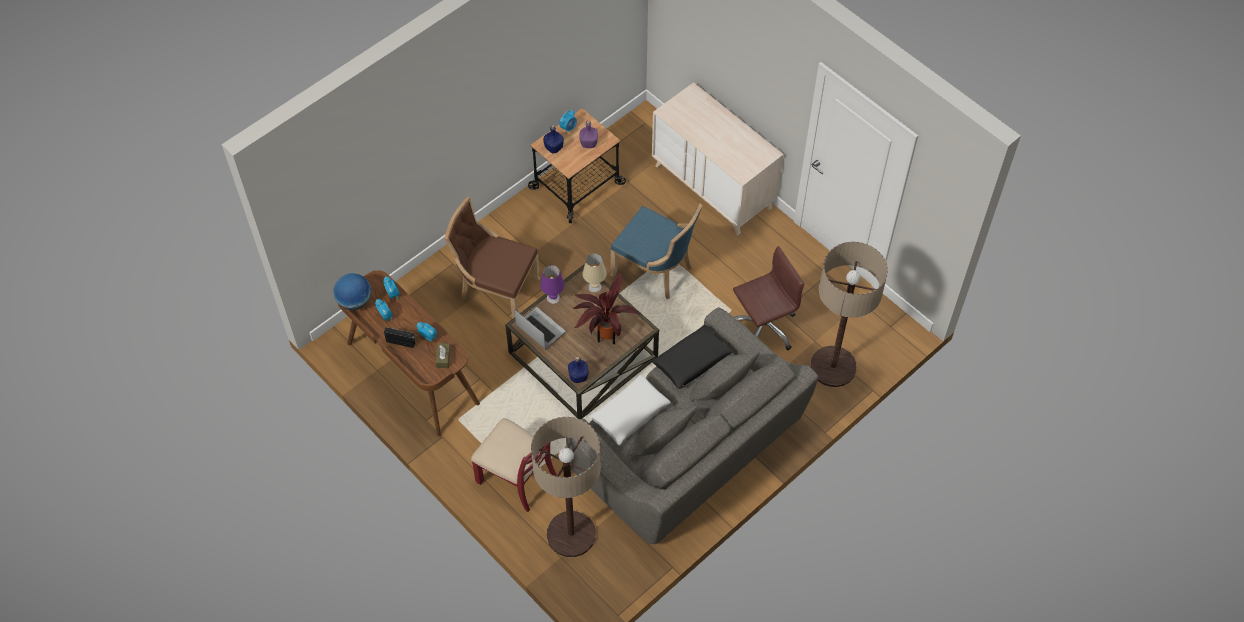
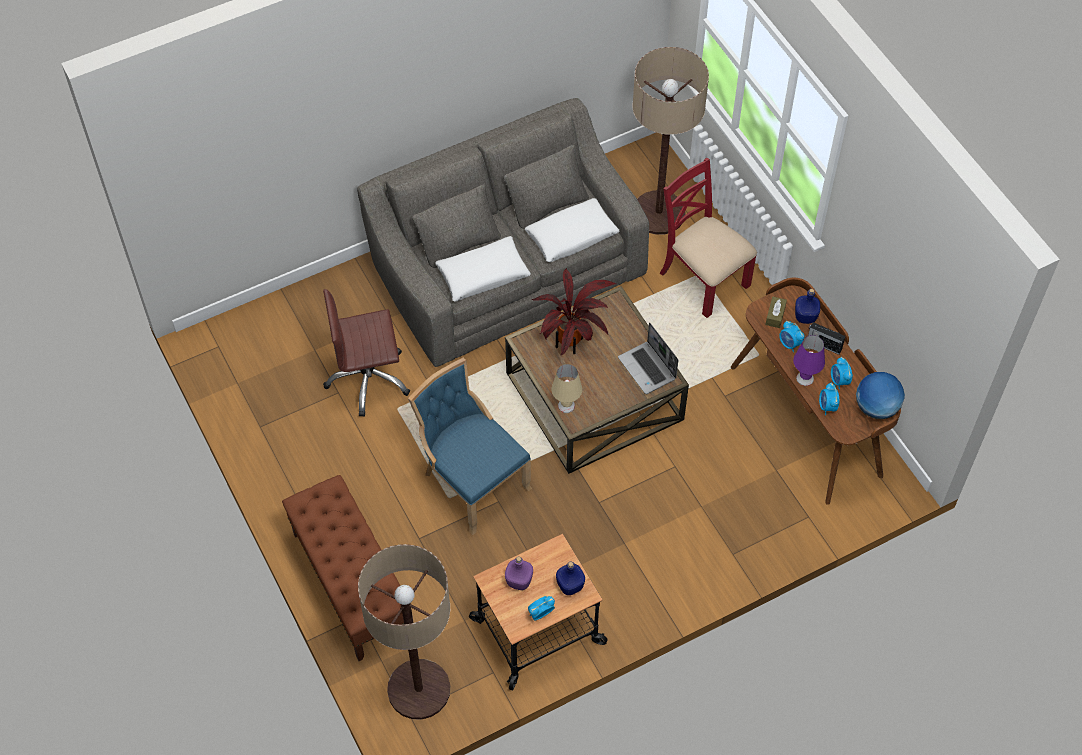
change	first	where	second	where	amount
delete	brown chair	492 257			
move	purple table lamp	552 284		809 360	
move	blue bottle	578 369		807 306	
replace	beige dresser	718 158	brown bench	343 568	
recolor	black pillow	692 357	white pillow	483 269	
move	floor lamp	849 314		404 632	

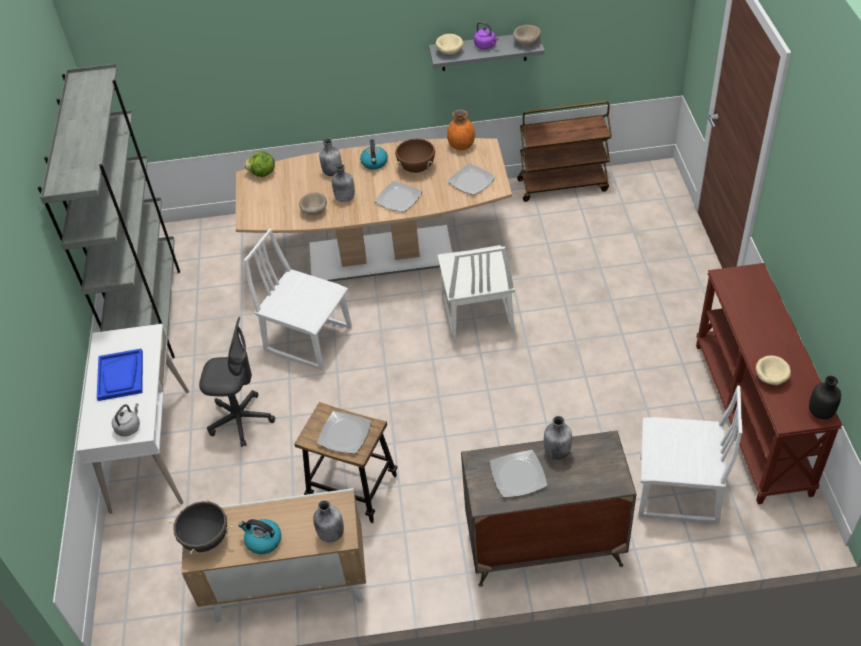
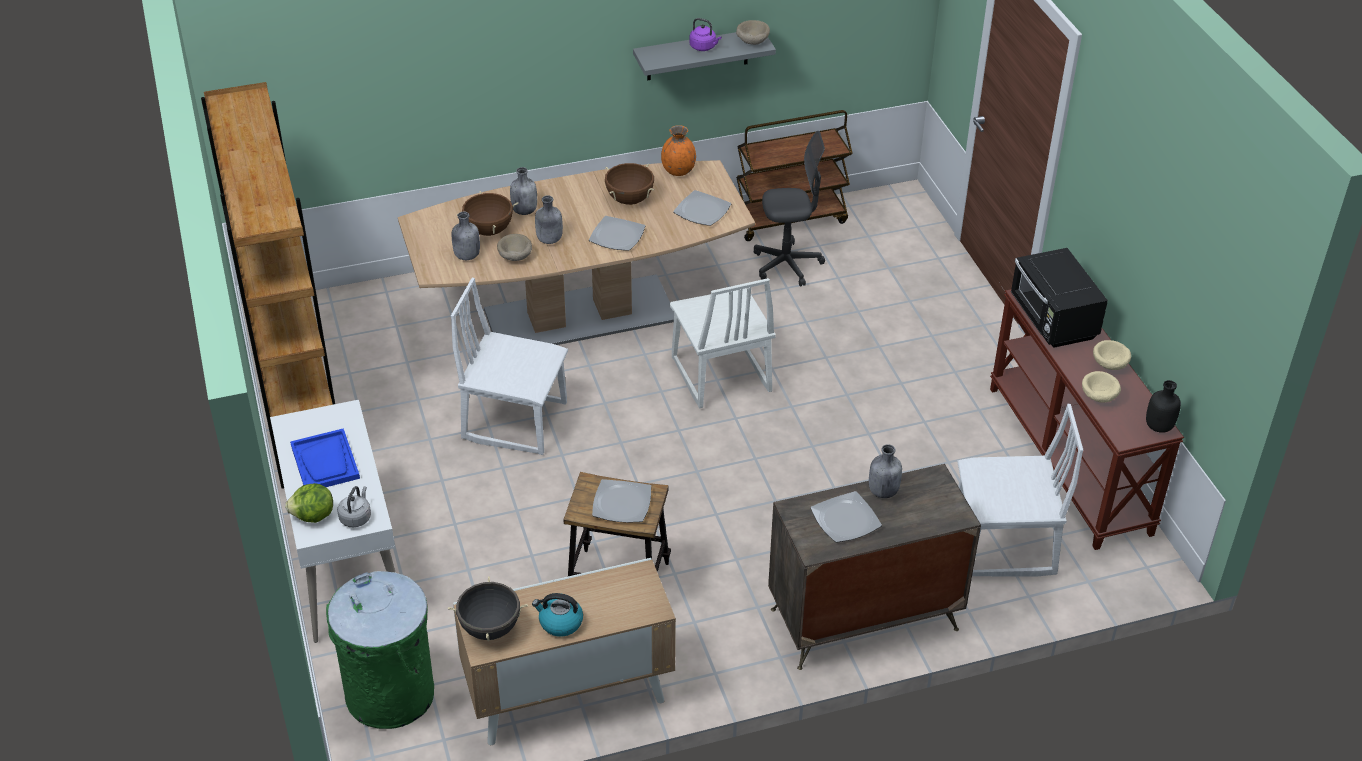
change	first	where	second	where	amount
recolor	grey bookcase	109 210	brown bookcase	268 285	
move	grey office chair	237 382		789 209	
move	lettuce	259 164		309 503	
move	grey bottle	328 521		466 236	
delete	kettle	374 154			
move	beige bowl	449 44		1112 355	
insert			green trash can	380 650	
insert			brown cooking pot	487 213	
insert			black microwave	1059 298	

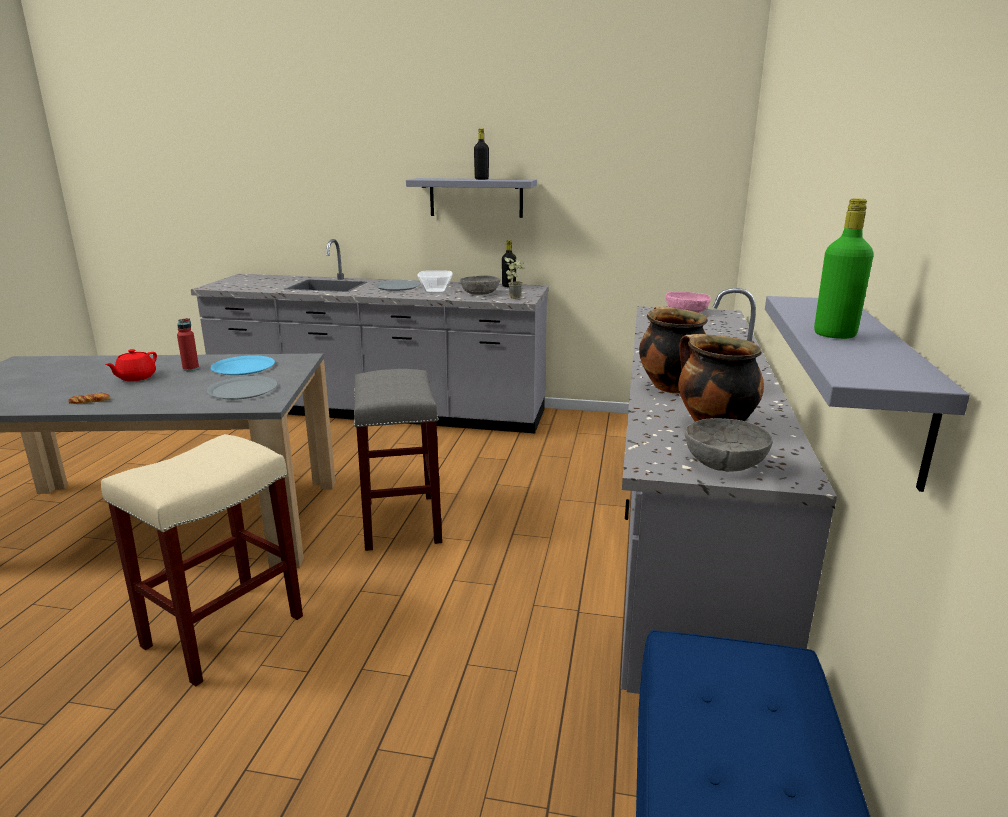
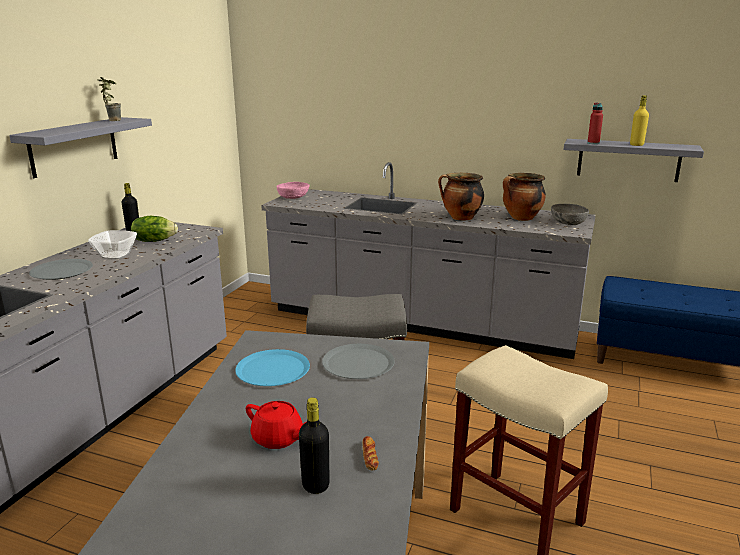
change	first	where	second	where	amount
move	red bottle	188 344		595 123	
replace	grey bowl	480 285	lettuce	154 229	
move	black bottle	481 154		314 445	
move	potted plant	514 278		109 99	
recolor	green bottle	844 268	yellow bottle	639 120	

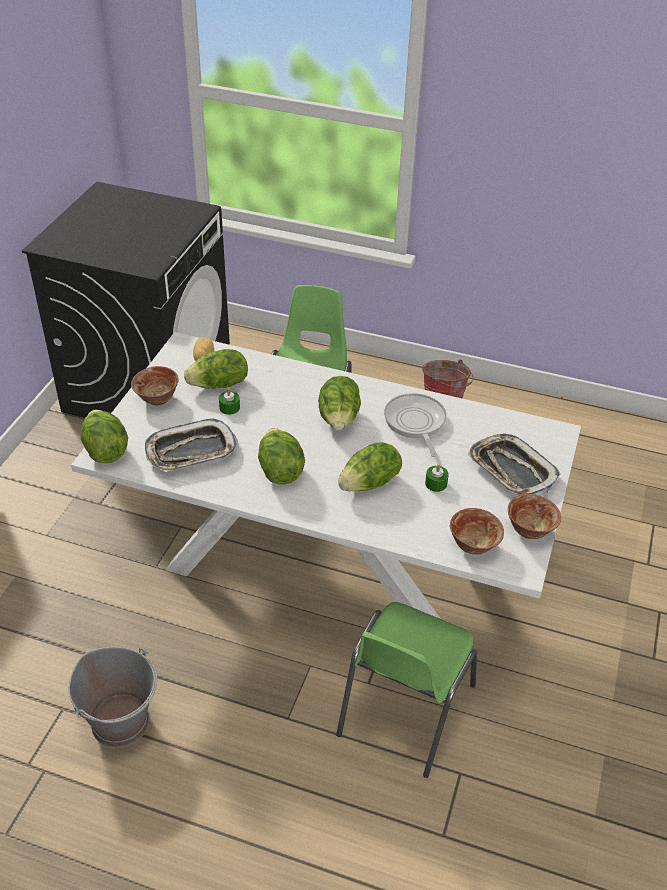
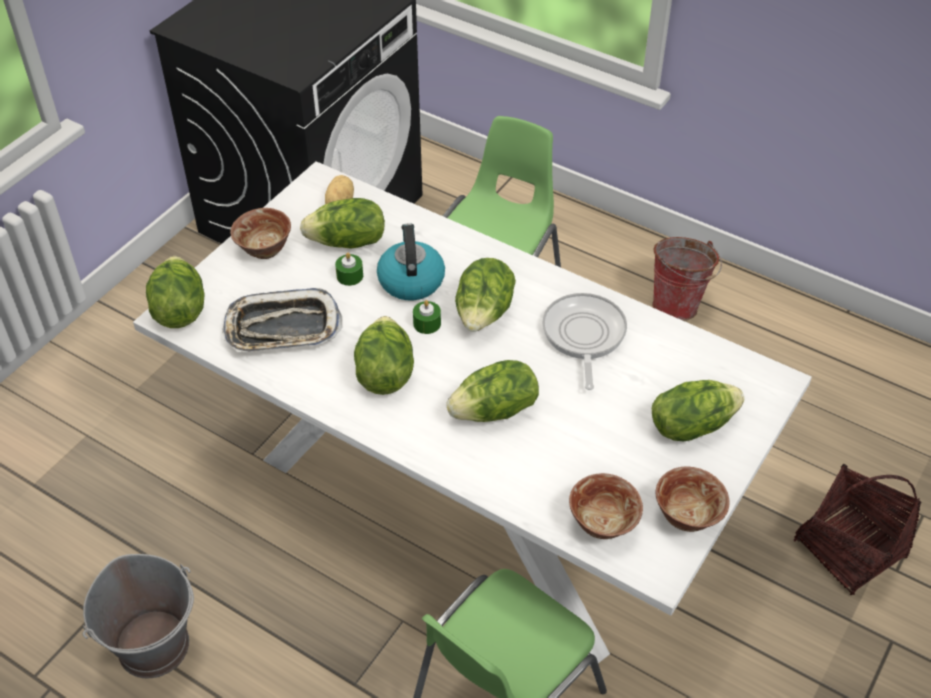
change	first	where	second	where	amount
move	green candle	437 478		427 317	
replace	tray	514 465	lettuce	698 410	
insert			kettle	411 261	
insert			basket	858 529	

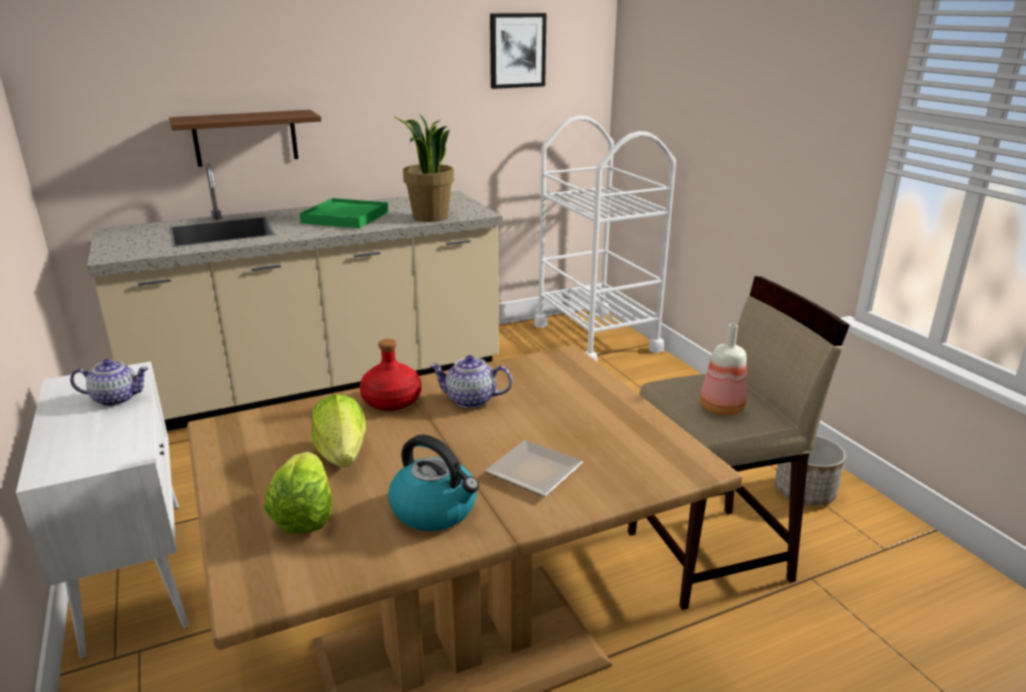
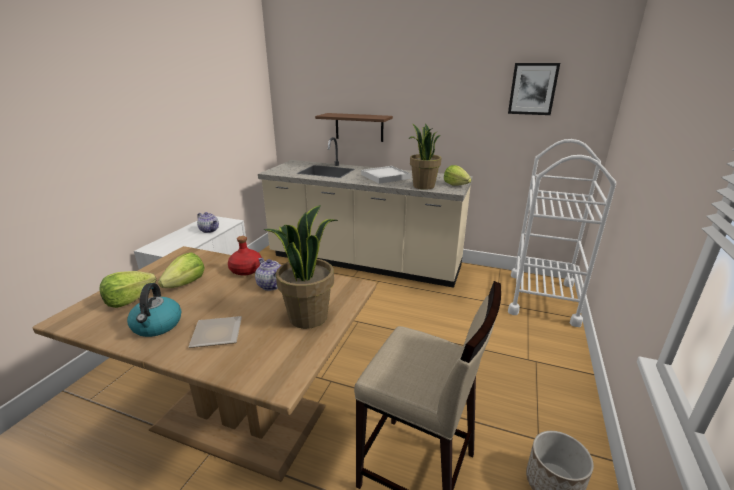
change	first	where	second	where	amount
recolor	green tray	344 213	white tray	386 175	
delete	bottle	723 370			
insert			potted plant	300 267	
insert			lettuce	457 175	

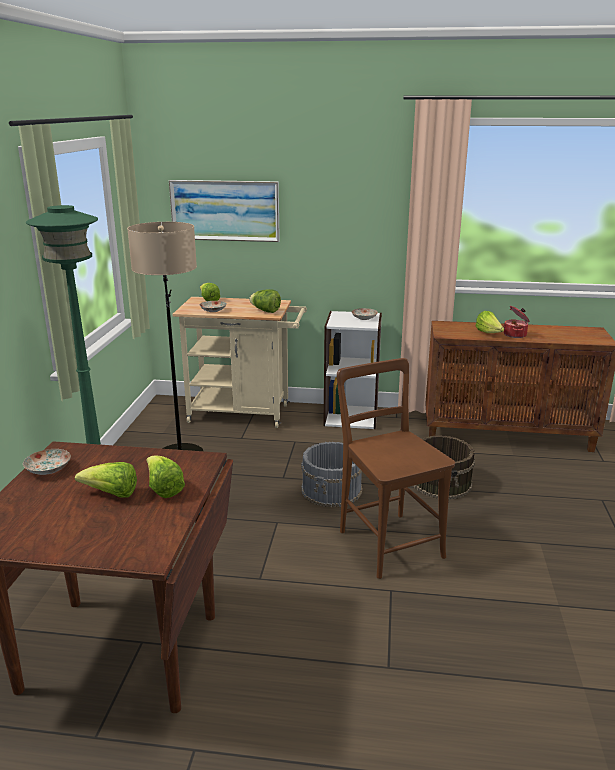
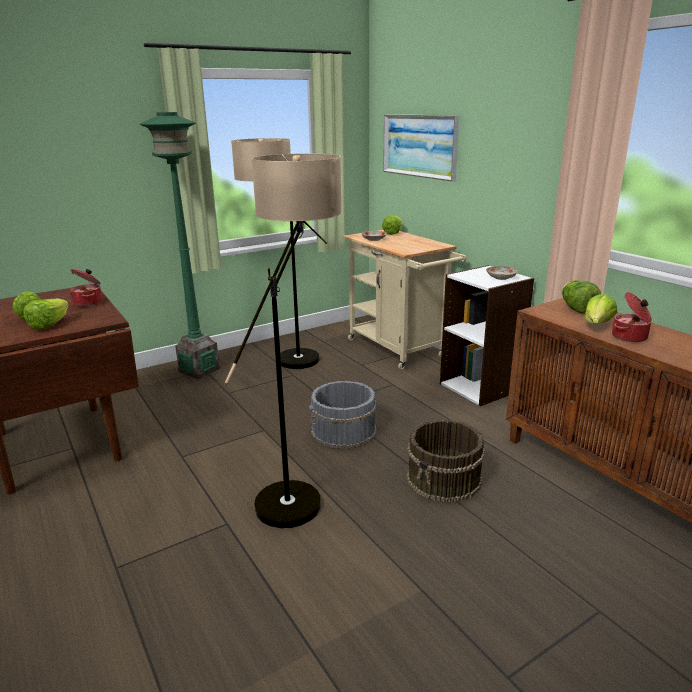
change	first	where	second	where	amount
delete	plate	47 462			
move	lettuce	265 301		581 297	
replace	brown chair	396 468	floor lamp	283 340	
insert			cooking pot	85 288	

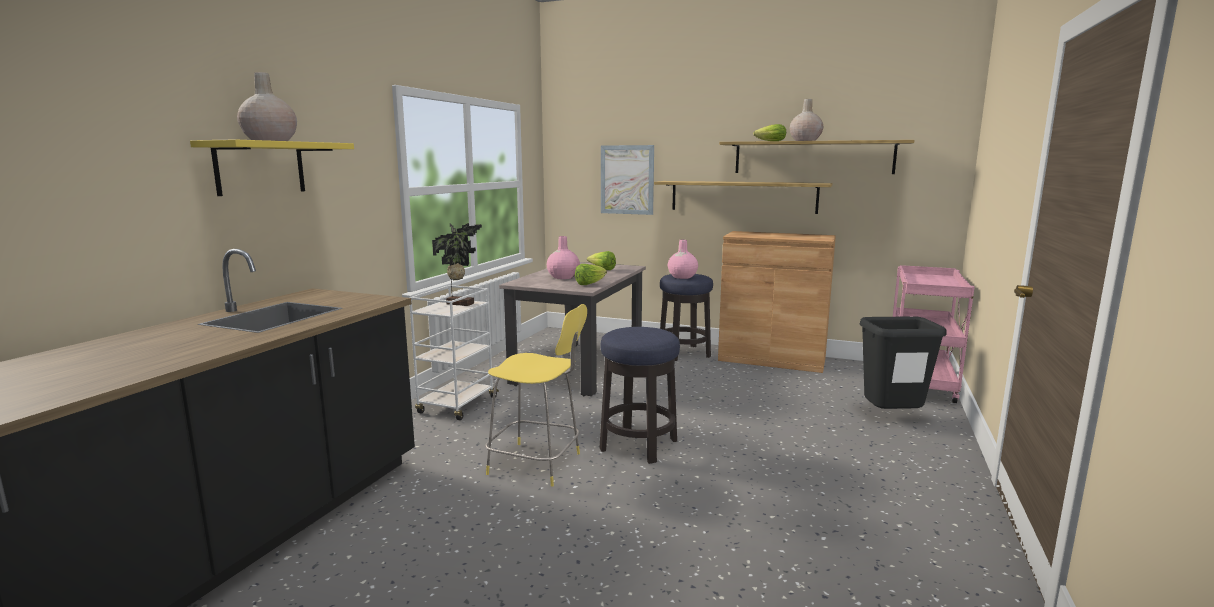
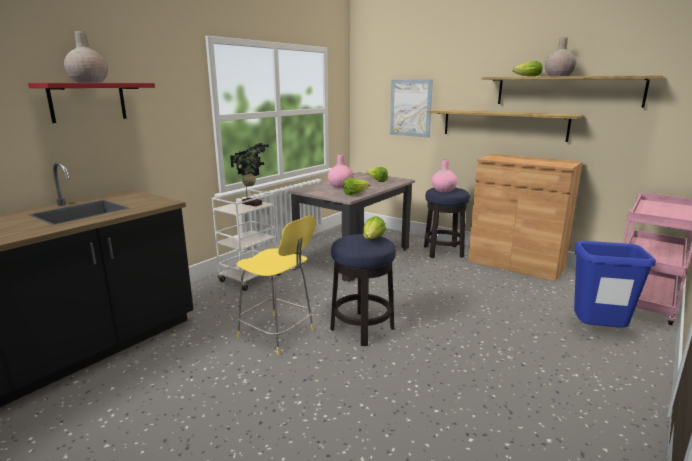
change	first	where	second	where	amount
recolor	yellow shelf	272 168	red shelf	91 103	
recolor	black trash can	903 362	blue trash can	615 284	
insert			lettuce	374 227	

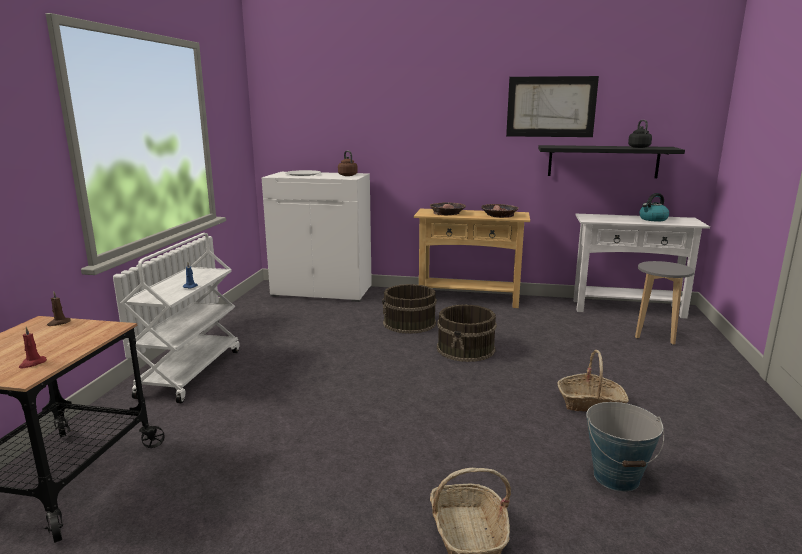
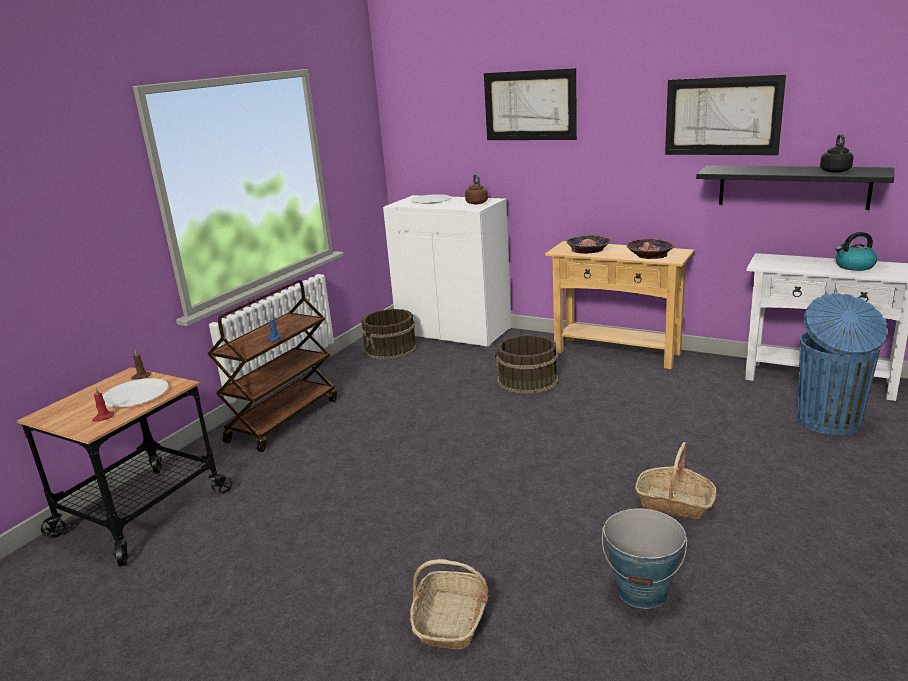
change	first	where	second	where	amount
recolor	white cart	180 318	brown cart	272 366	
move	brown bucket	467 333		389 334	
replace	grey stool	664 303	blue trash can	843 364	
insert			white plate	136 392	
insert			picture	530 104	

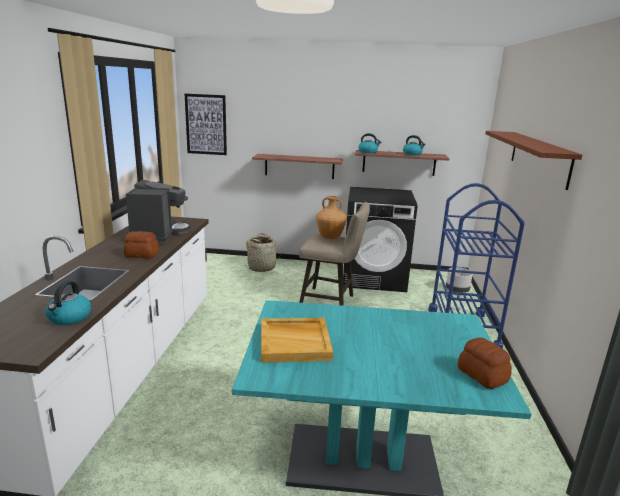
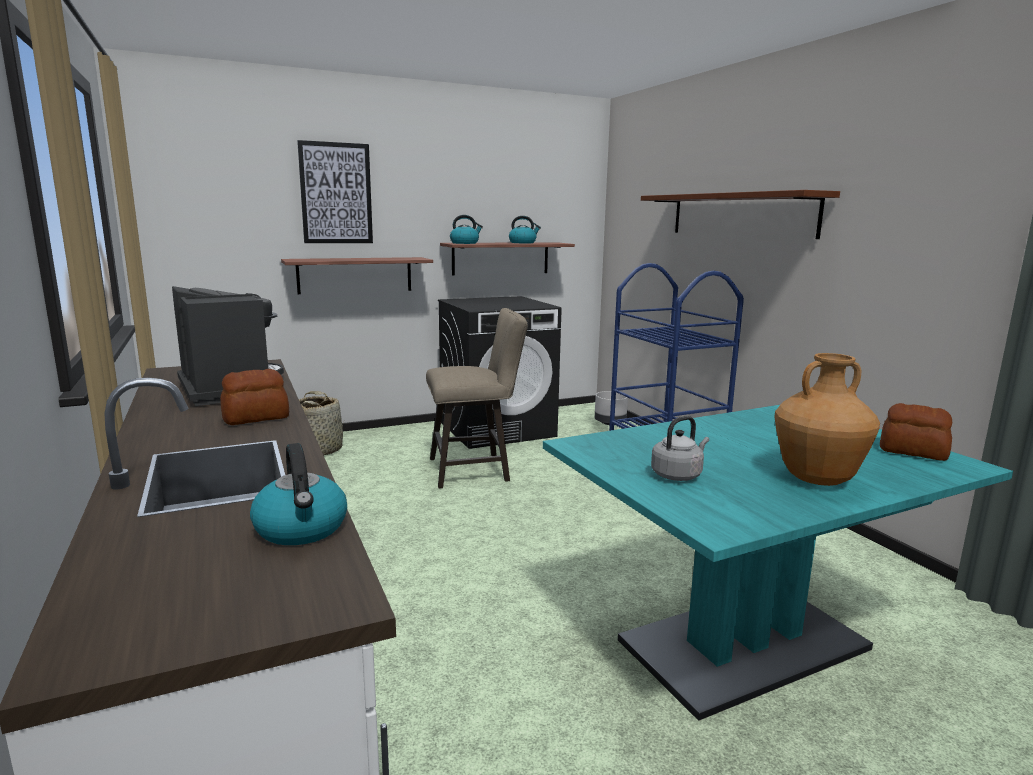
change	first	where	second	where	amount
move	picture	206 124		335 191	
replace	beige tray	297 340	grey kettle	680 448	
move	brown vase	331 217		827 419	

